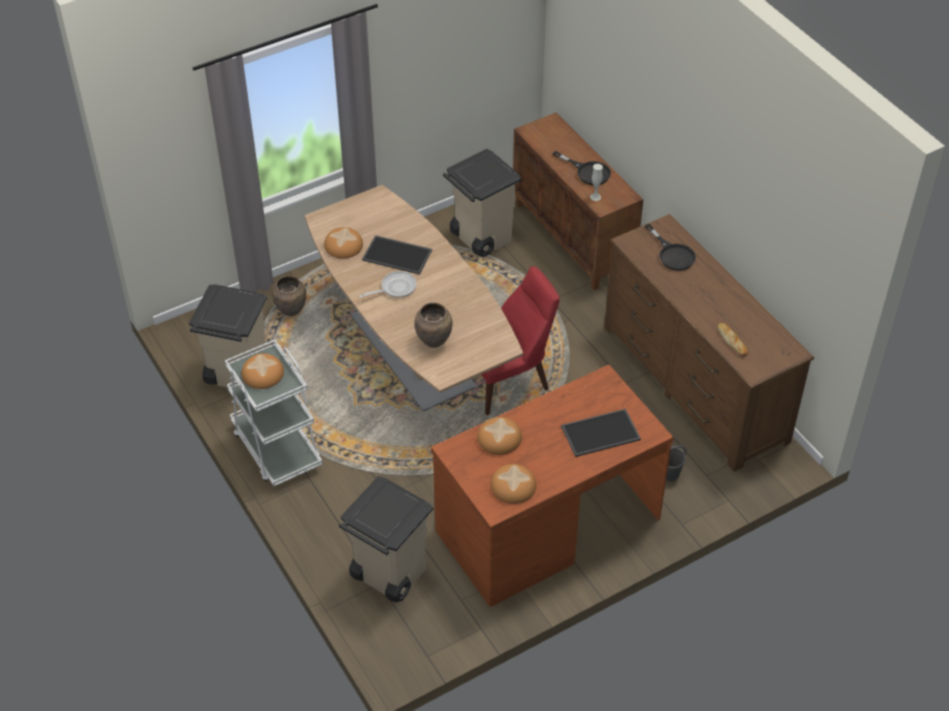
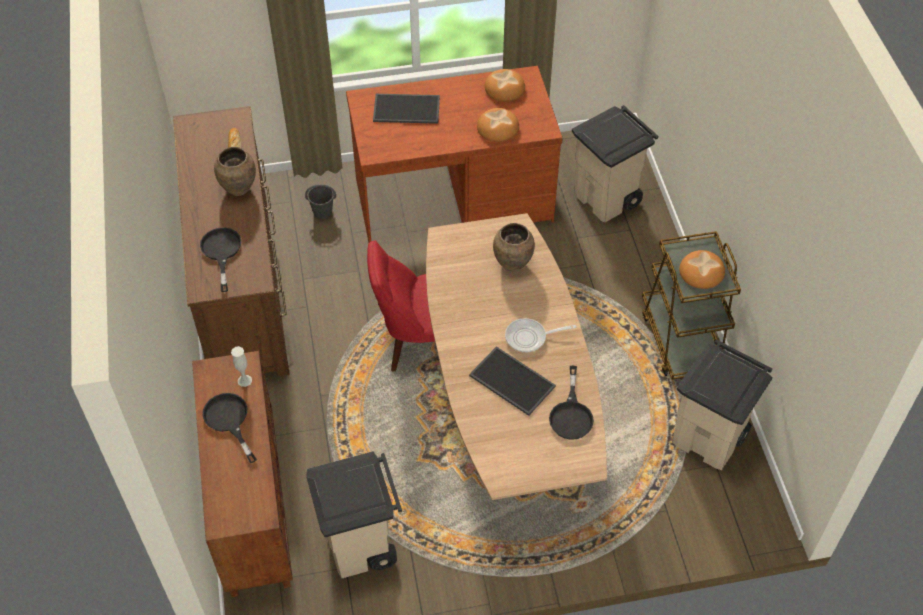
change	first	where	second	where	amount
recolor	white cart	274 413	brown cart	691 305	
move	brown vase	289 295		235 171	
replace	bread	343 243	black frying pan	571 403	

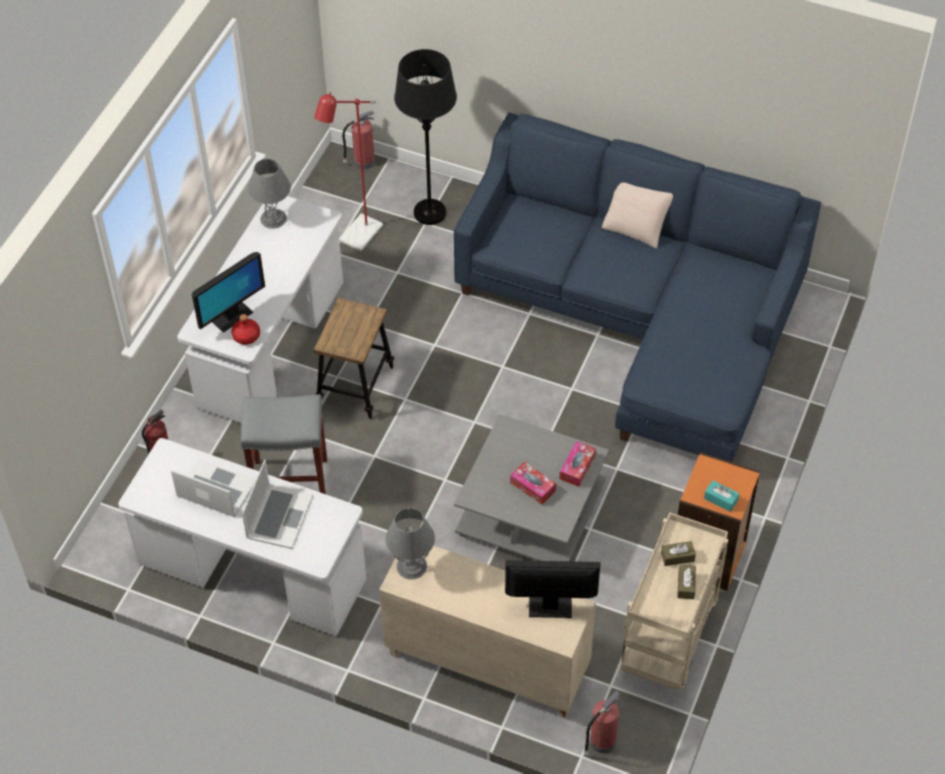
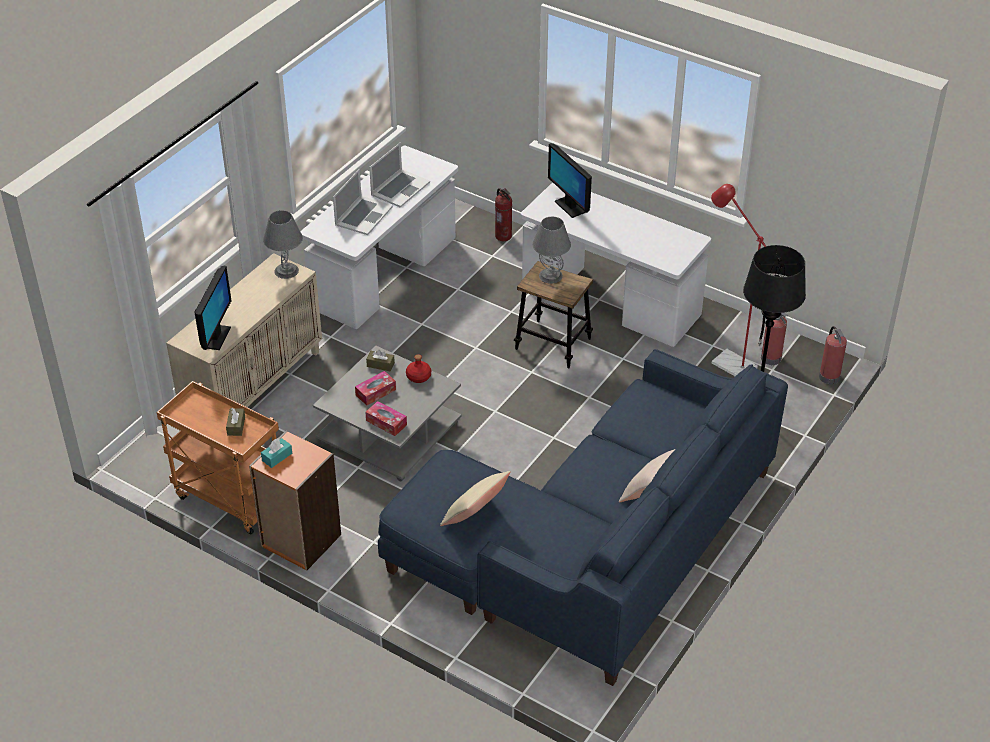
change	first	where	second	where	amount
move	red bottle	245 329		418 369	
delete	grey stool	284 444			
rotate	laptop	277 504		363 202	90 degrees counterclockwise
move	grey table lamp	269 194		551 250	
move	fire extinguisher	602 723		773 339	
recolor	beige cart	674 601	orange cart	218 458	
move	brown tissue box	686 582		380 360	
insert			beige pillow	475 498	

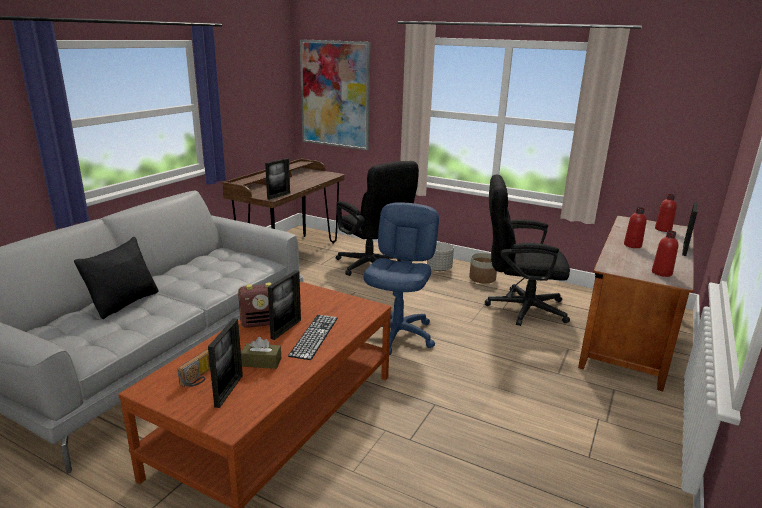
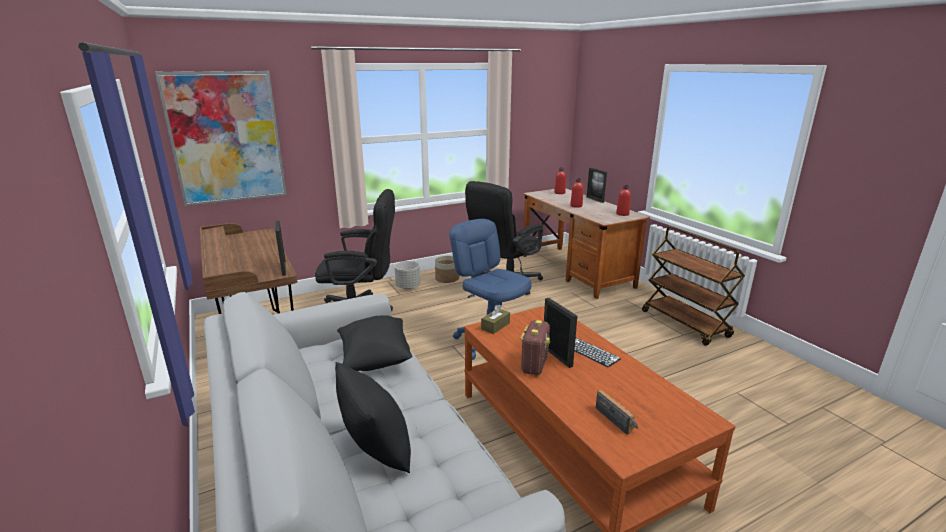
change	first	where	second	where	amount
delete	picture frame	225 363			
move	brown tissue box	261 353		495 319	
insert			black pillow	375 343	
insert			brown cart	693 286	

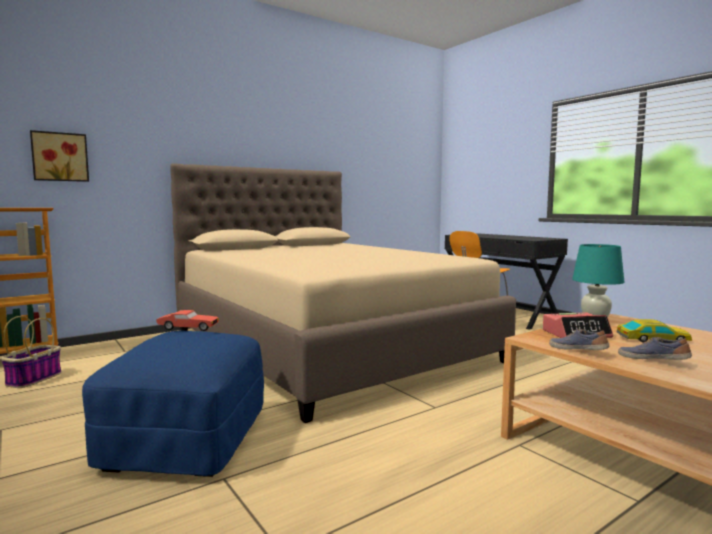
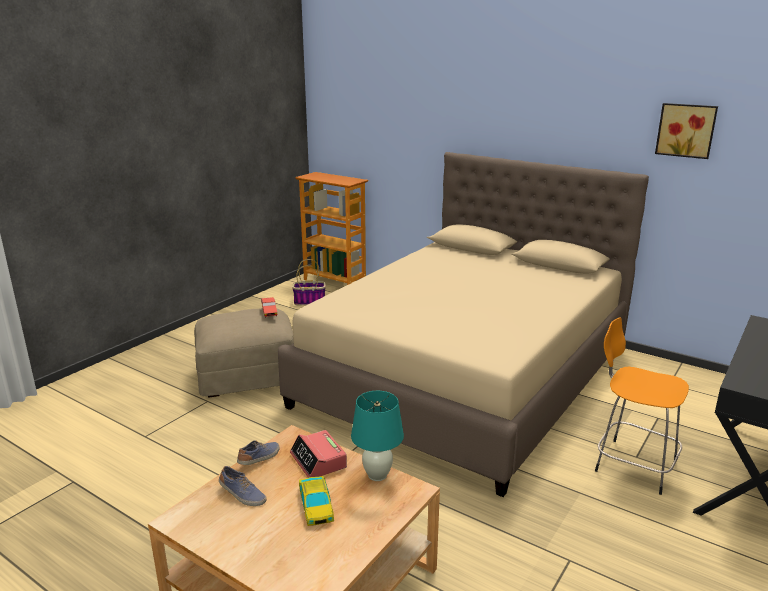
change	first	where	second	where	amount
move	picture	59 156		686 131	
recolor	blue ottoman	173 404	beige ottoman	244 352	
rotate	shoe	655 348		243 486	90 degrees clockwise

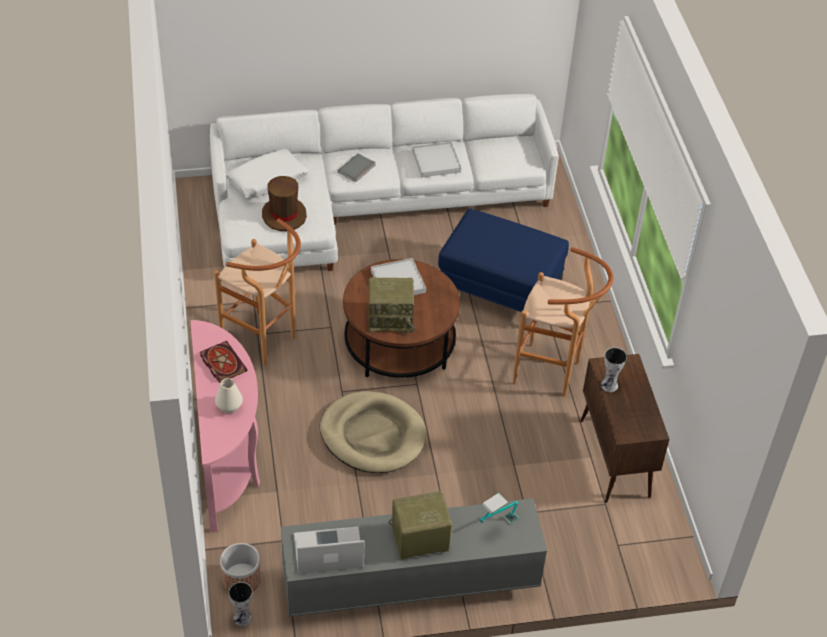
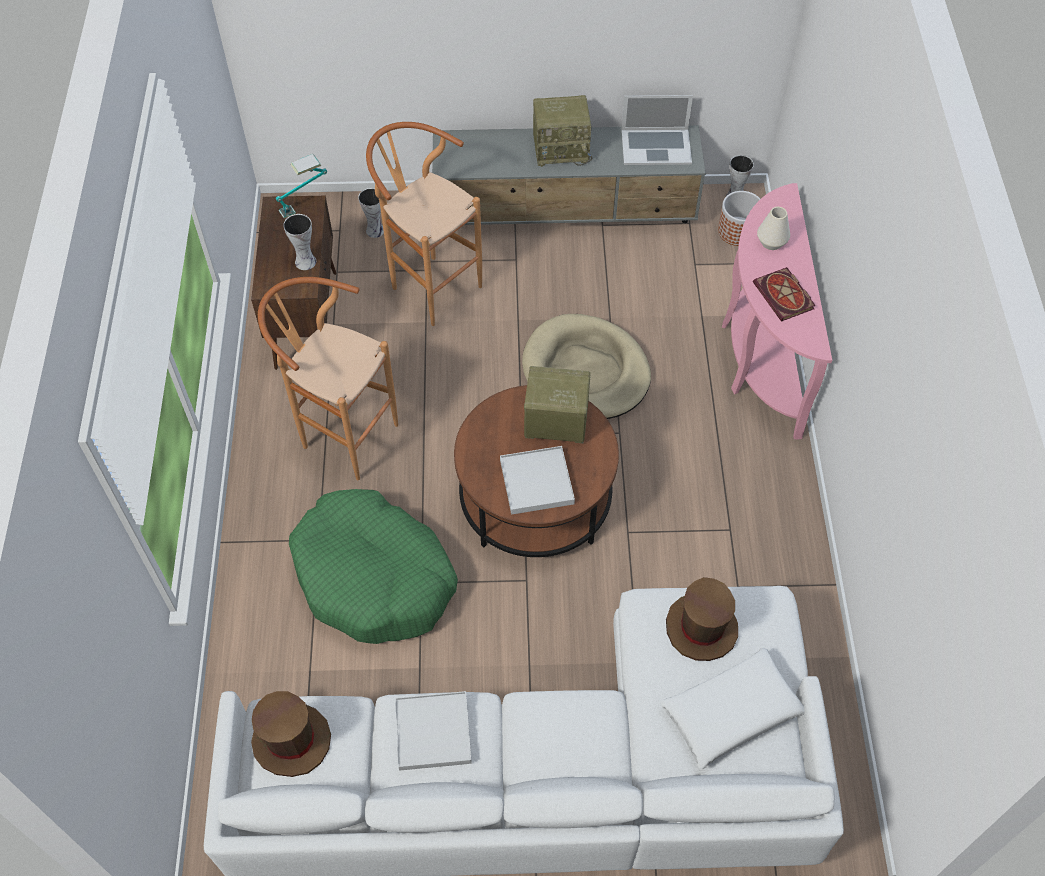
change	first	where	second	where	amount
move	brown stool	257 292		424 224	
delete	grey book	357 167			
replace	blue ottoman	503 260	green dog bed	373 566	
move	table lamp	499 508		301 186	
insert			brown hat	291 734	
insert			vase	371 213	

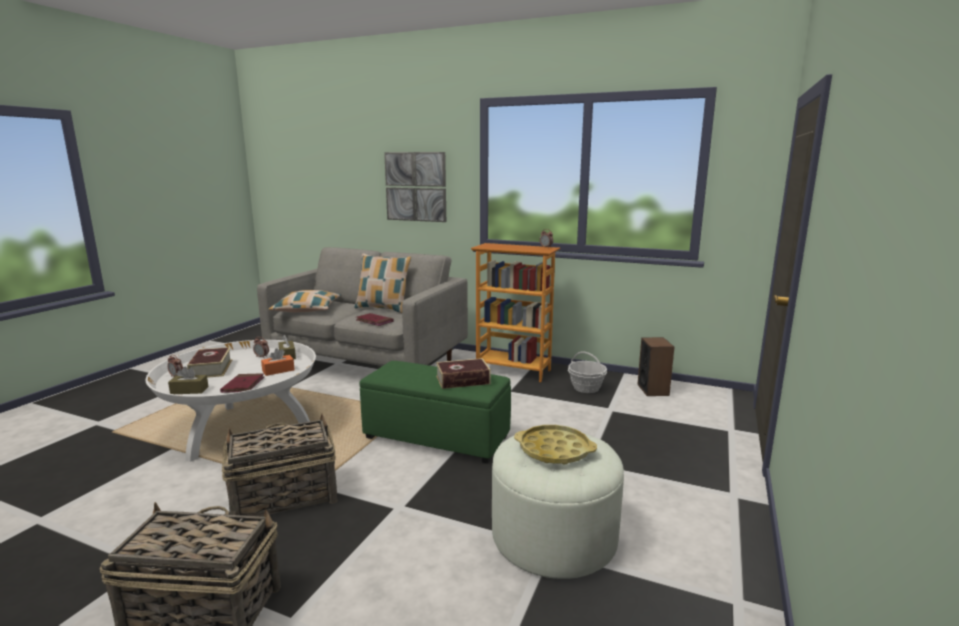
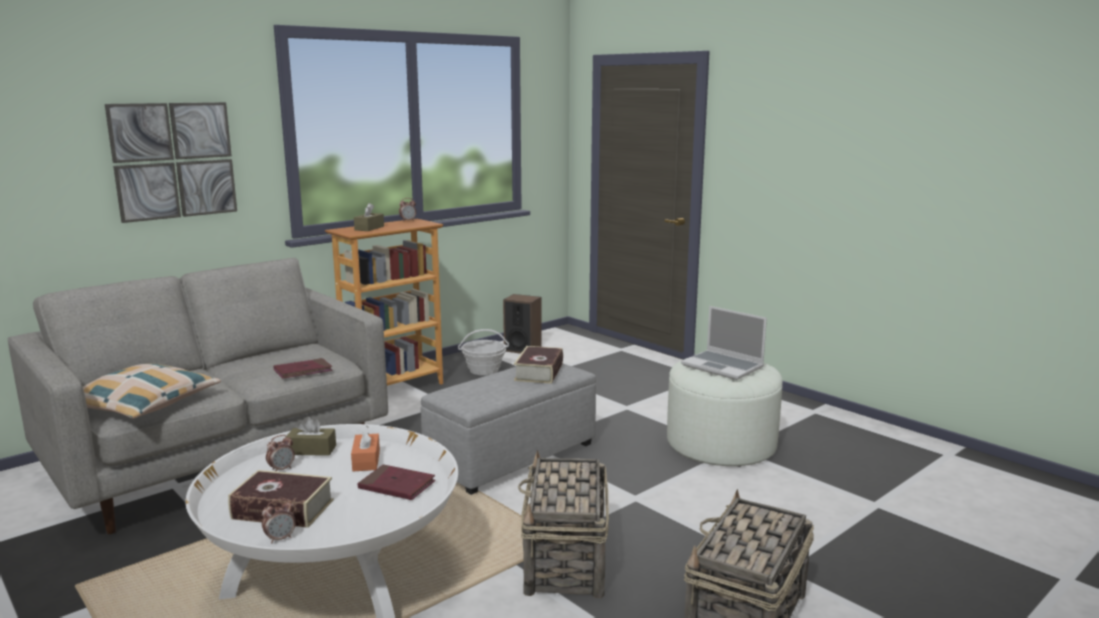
change	first	where	second	where	amount
move	brown tissue box	188 380		369 217	
delete	pillow	382 283			
recolor	green ottoman	435 412	grey ottoman	508 429	
replace	yellow tray	555 444	laptop	724 343	

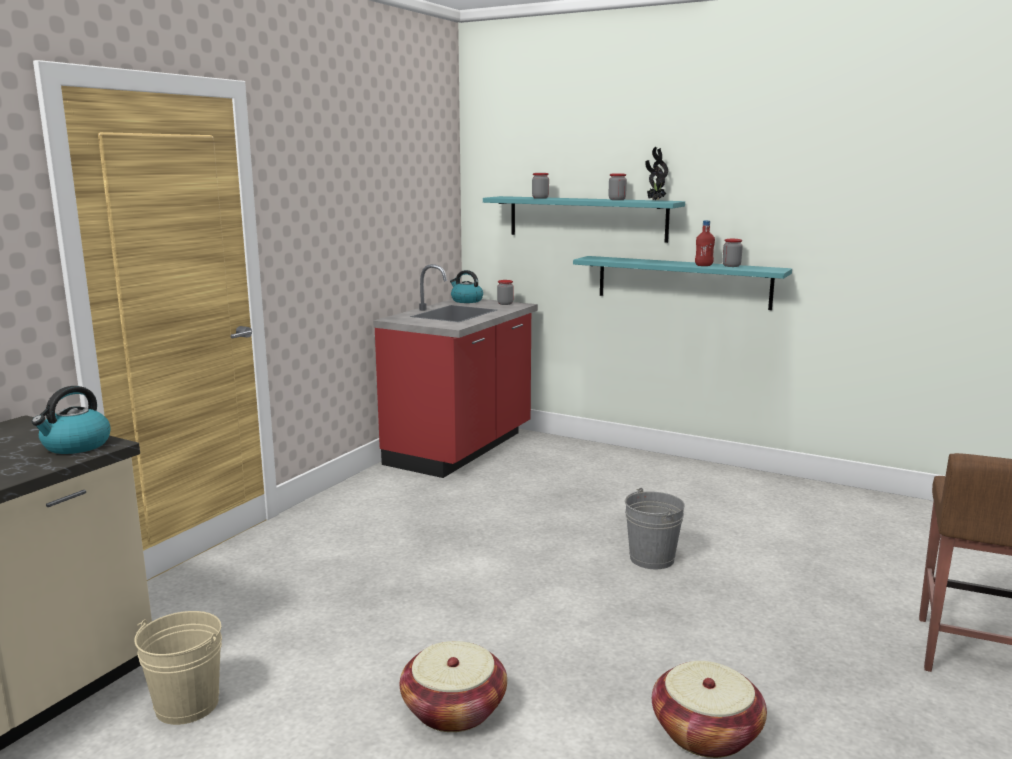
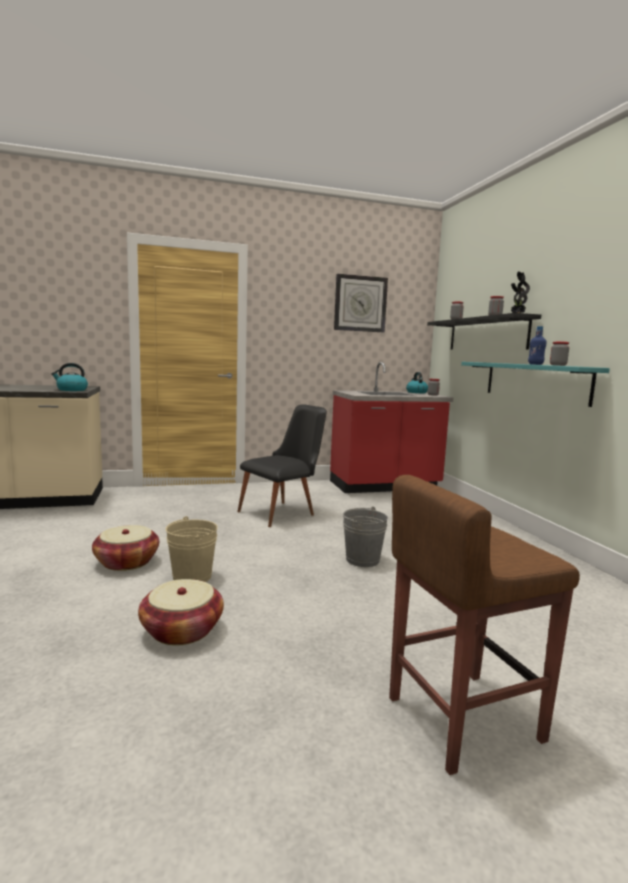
change	first	where	second	where	amount
move	beige bucket	178 668		191 549	
recolor	turquoise shelf	584 219	black shelf	484 331	
recolor	red bottle	705 243	blue bottle	537 345	
insert			black chair	282 465	
insert			wall clock	361 303	

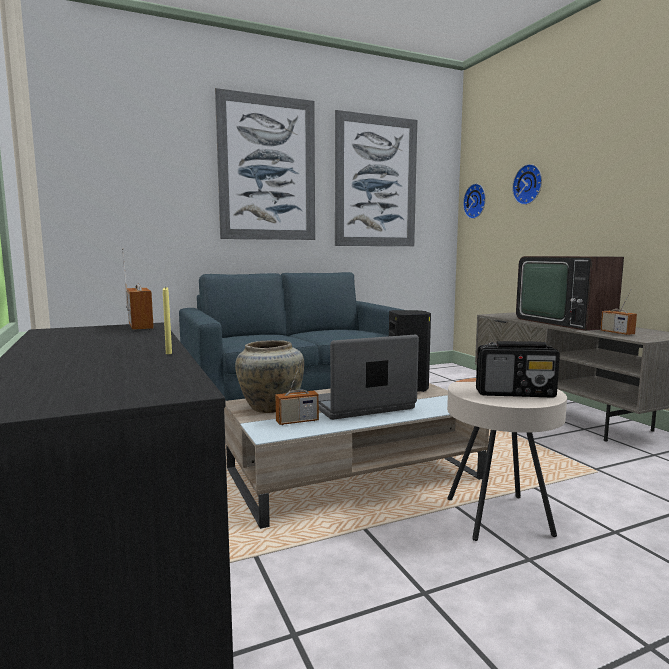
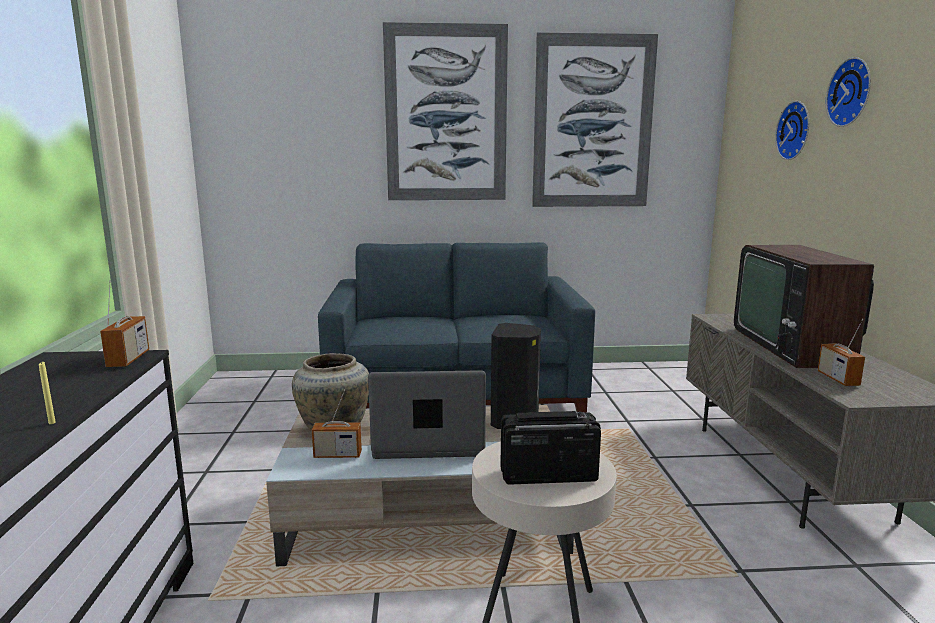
change	first	where	second	where	amount
move	wall clock	474 201		848 92	
rotate	radio	518 369		550 448	150 degrees clockwise

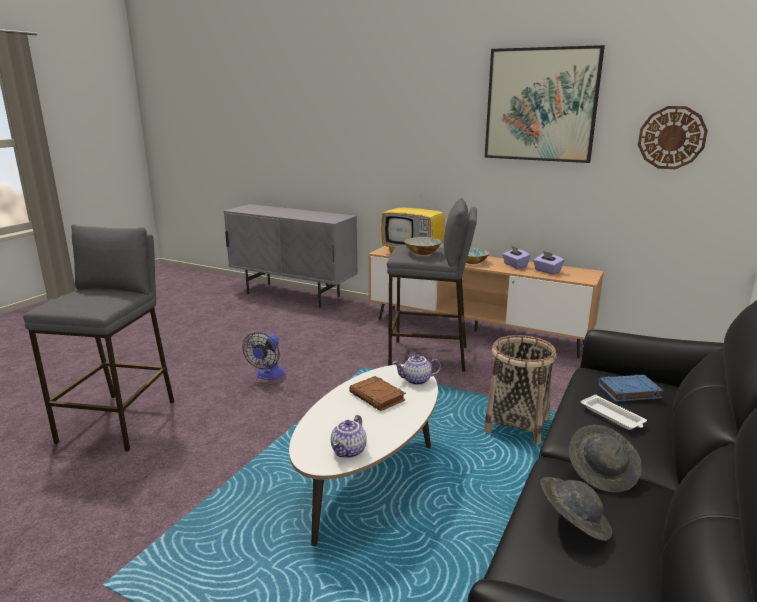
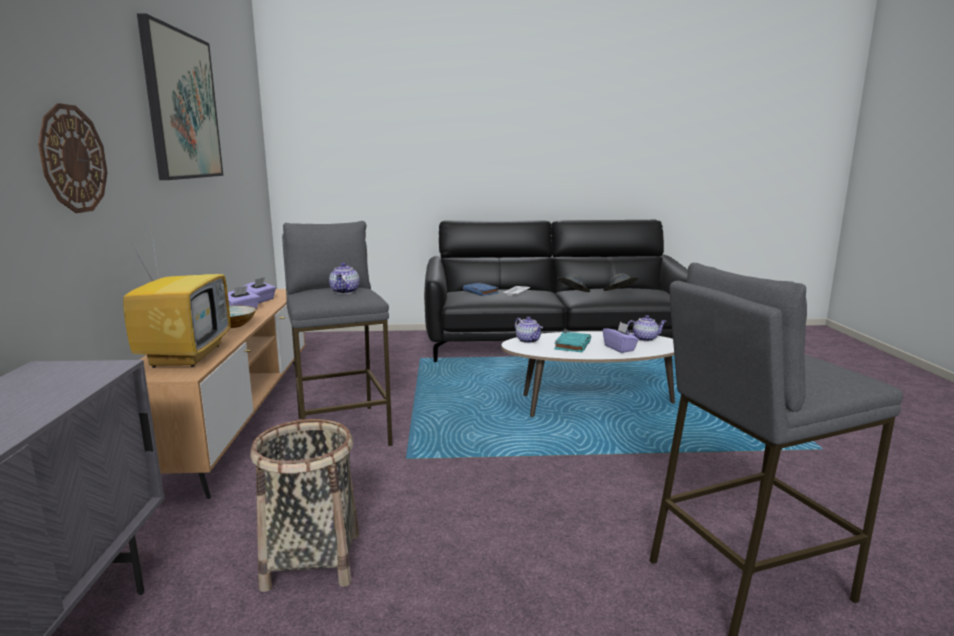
change	first	where	second	where	amount
delete	fan	263 356			
recolor	brown book	377 393	turquoise book	572 342	
replace	bowl	423 246	teapot	344 278	
move	basket	520 390		304 505	
move	wall clock	673 137		73 158	
insert			purple tissue box	621 337	

